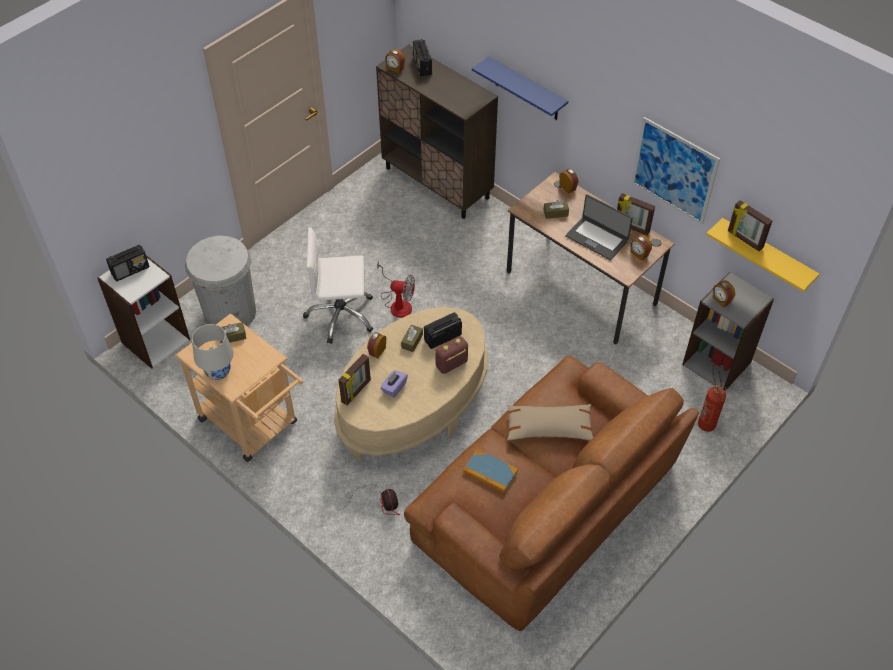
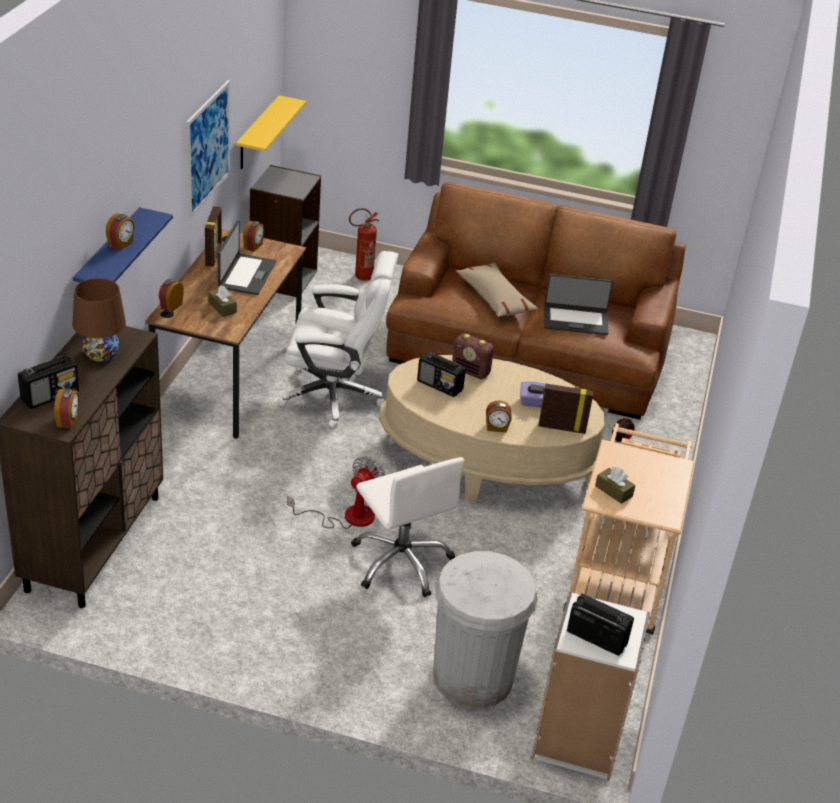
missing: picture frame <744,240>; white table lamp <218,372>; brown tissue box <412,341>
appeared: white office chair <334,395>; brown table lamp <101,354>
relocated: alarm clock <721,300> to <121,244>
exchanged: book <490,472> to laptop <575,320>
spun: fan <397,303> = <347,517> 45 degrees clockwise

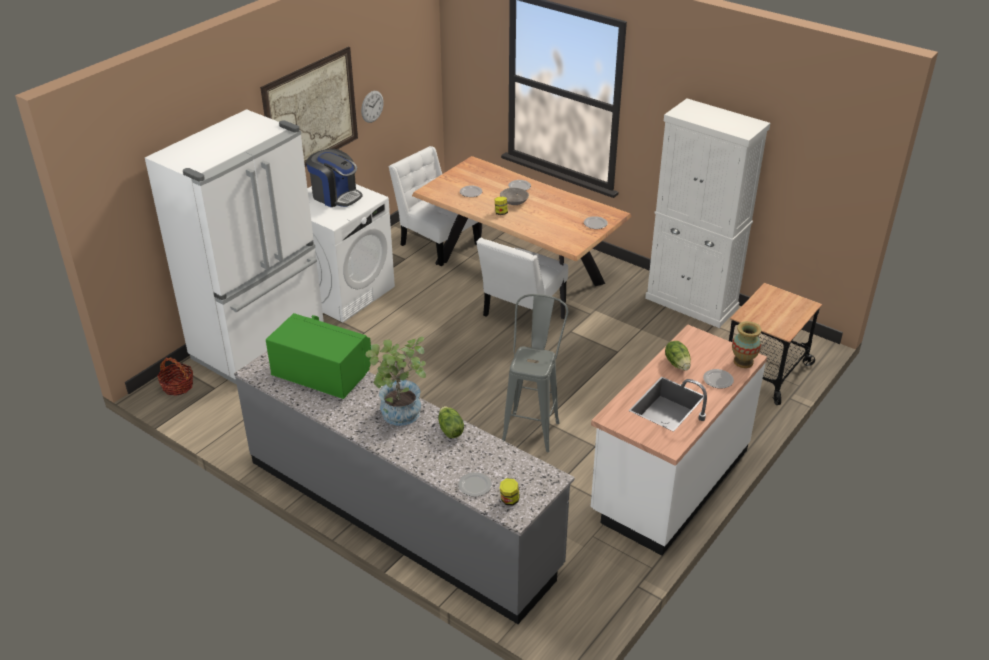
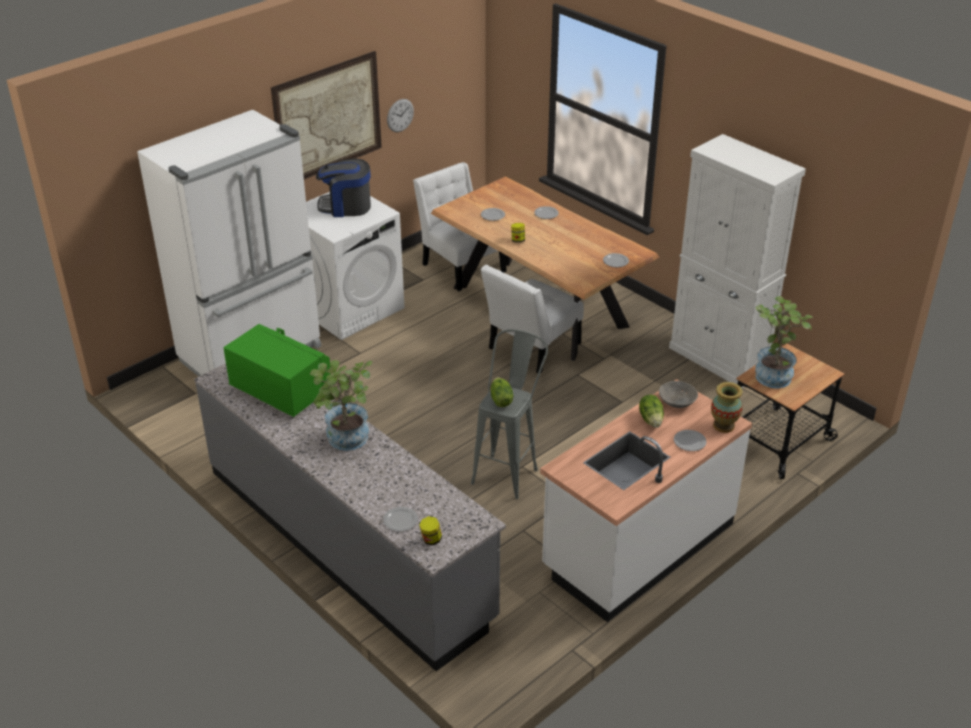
missing: basket <177,386>
appeared: potted plant <773,373>
relocated: grey bowl <514,202> to <677,402>; lettuce <450,430> to <500,400>
spun: coffee machine <336,196> = <346,207> 135 degrees clockwise

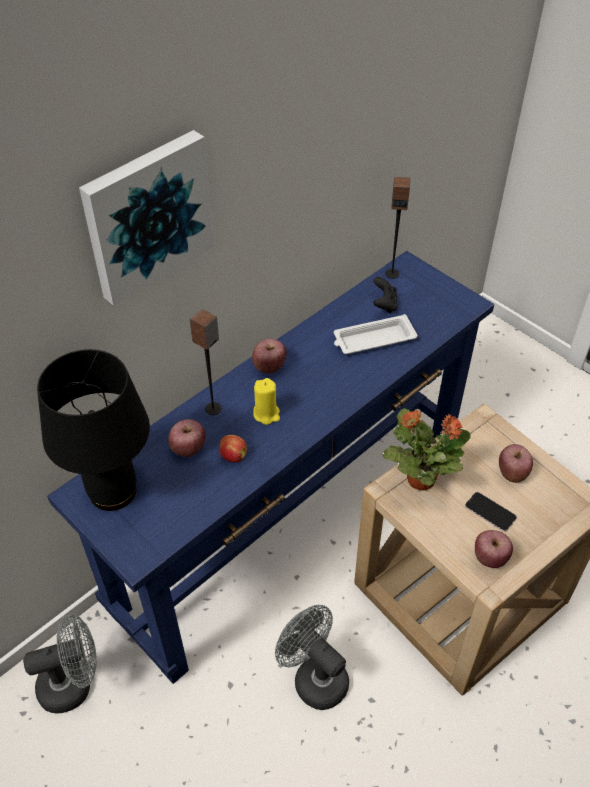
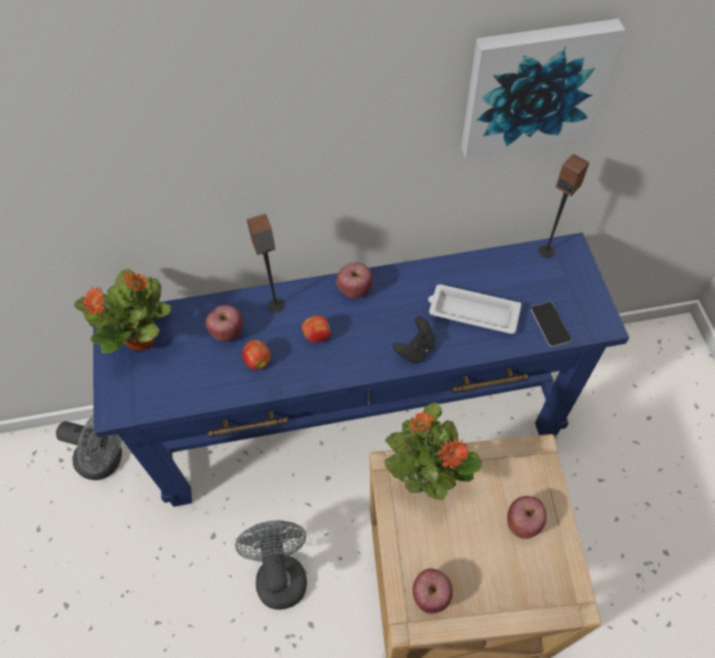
relocated: picture <147,215> to <534,87>; black game controller <384,305> to <415,349>; phone <490,512> to <550,324>
exchanged: black table lamp <114,492> to potted plant <142,338>; yellow candle <266,414> to apple <316,336>

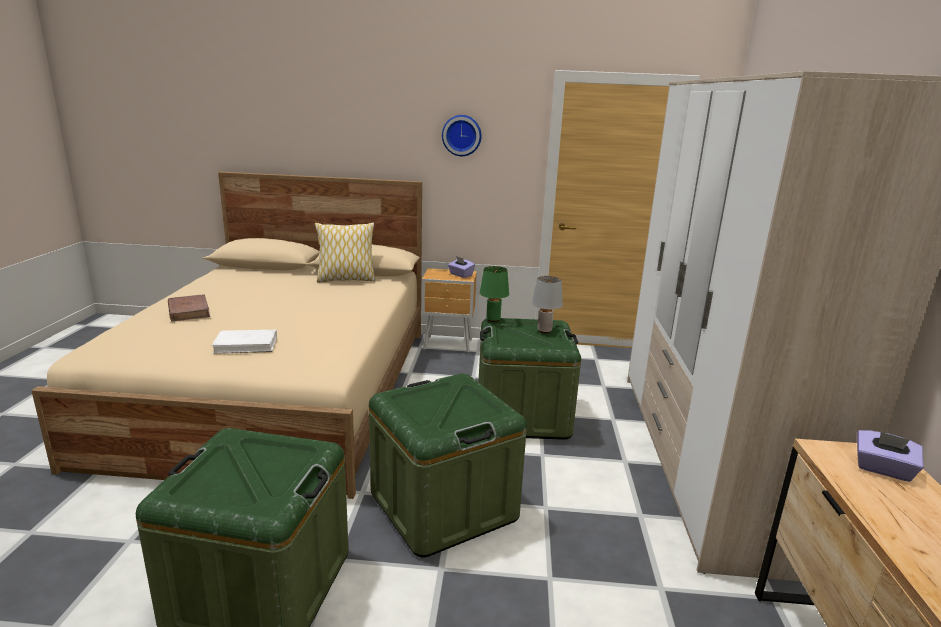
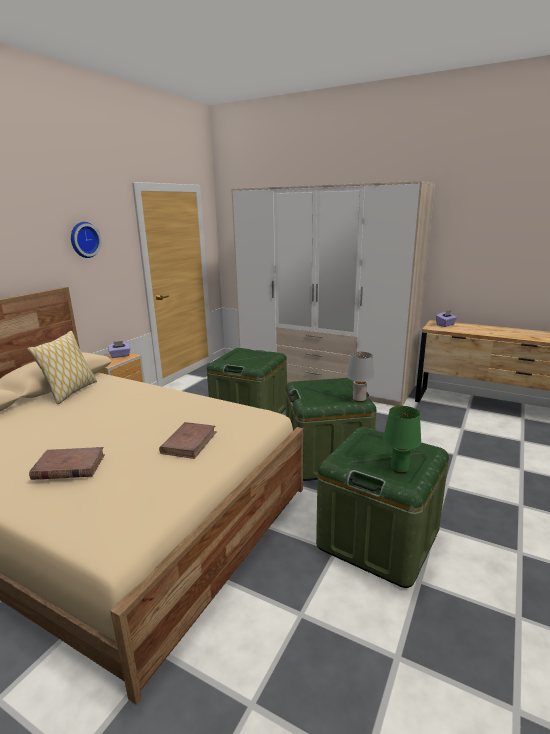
relocated: green table lamp <493,320> to <399,469>; grey table lamp <544,331> to <359,400>
colour: white book <246,345> to brown book <189,442>

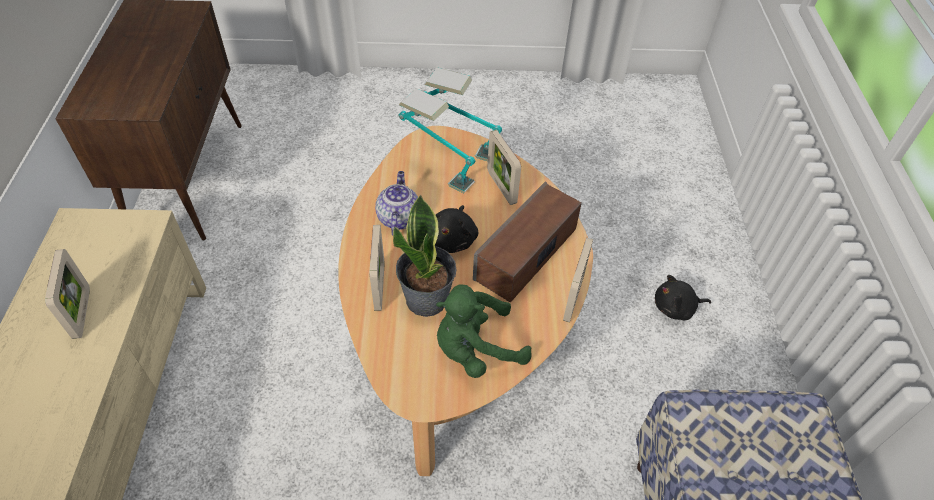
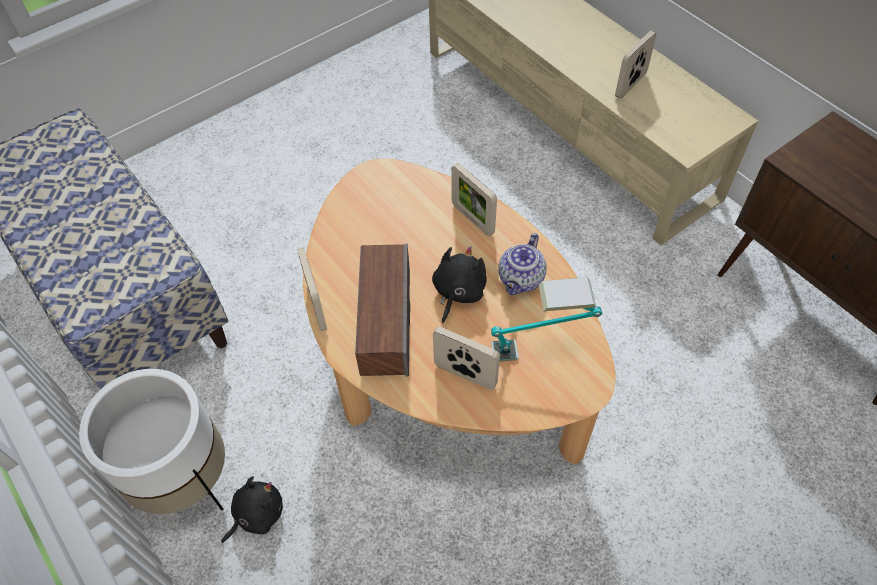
missing: table lamp <459,146>; potted plant <427,299>; green plush toy <476,349>
appeared: white planter <184,479>
spun: teapot <398,218> = <521,280> 60 degrees clockwise; black plush toy <452,239> = <458,292> 45 degrees clockwise; picture frame <82,313> = <630,85> 90 degrees clockwise

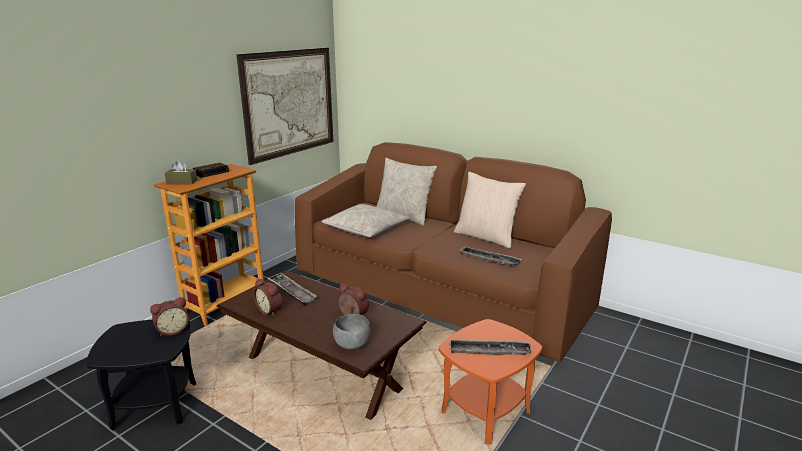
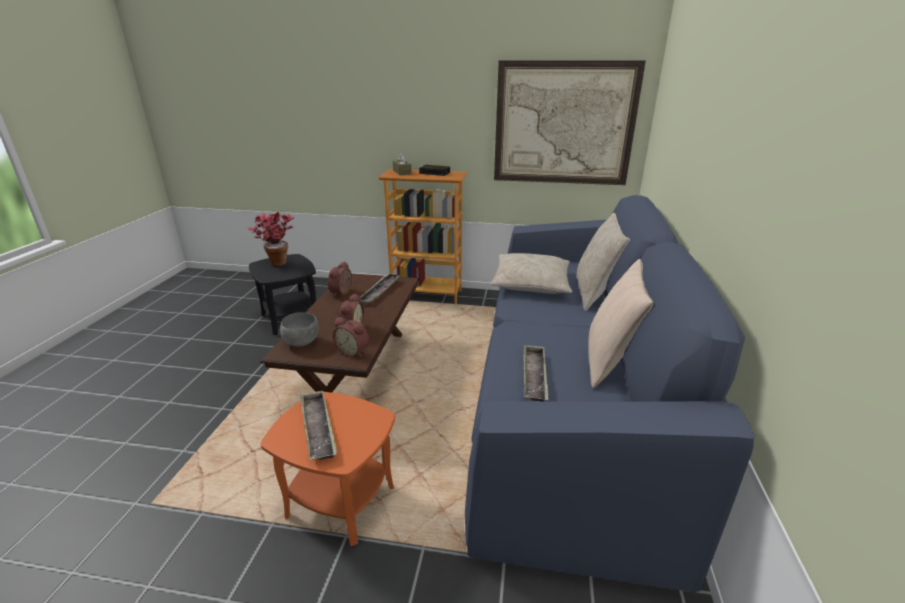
appeared: potted plant <277,262>
relocated: alarm clock <172,330> to <354,351>
colour: brown sofa <438,290> to blue sofa <567,398>

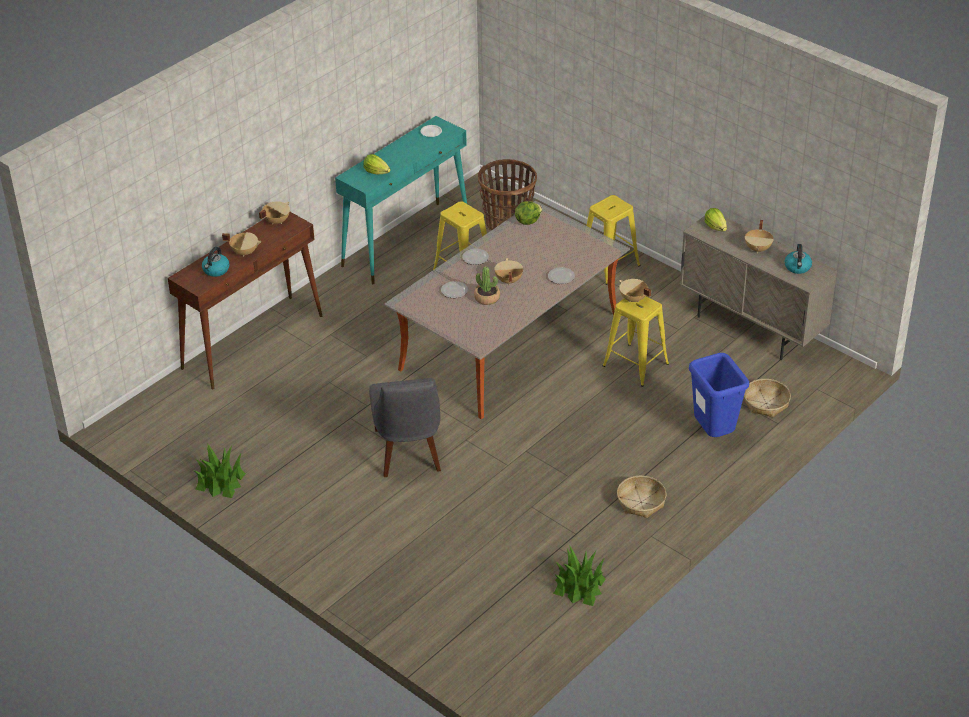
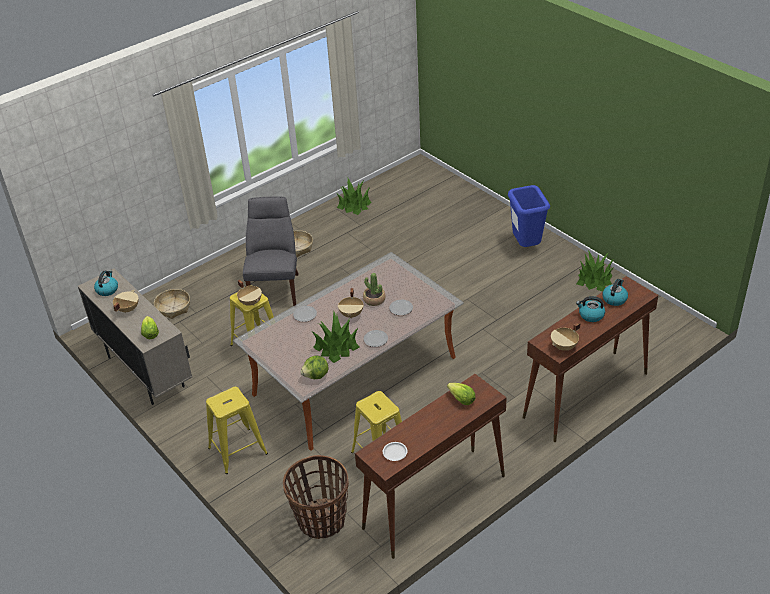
appeared: potted plant <336,346>
relocated: blue trash can <713,434> to <526,246>; grey chair <408,453> to <276,289>
exchanged: beige cooking pot <244,252> to kettle <591,315>
colour: turquoise console table <406,242> to brown console table <434,502>

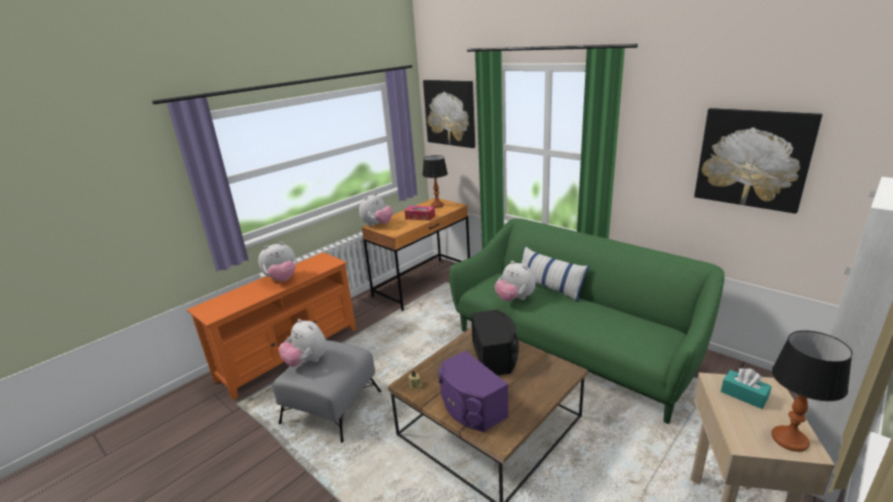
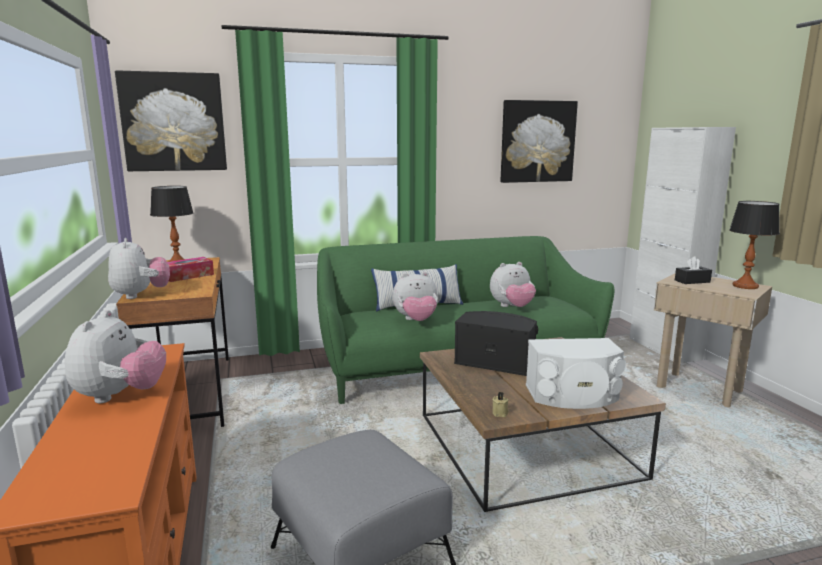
relocated: plush toy <307,361> to <512,307>
colour: purple speaker <470,407> to white speaker <573,395>; turquoise tissue box <744,395> to black tissue box <692,281>

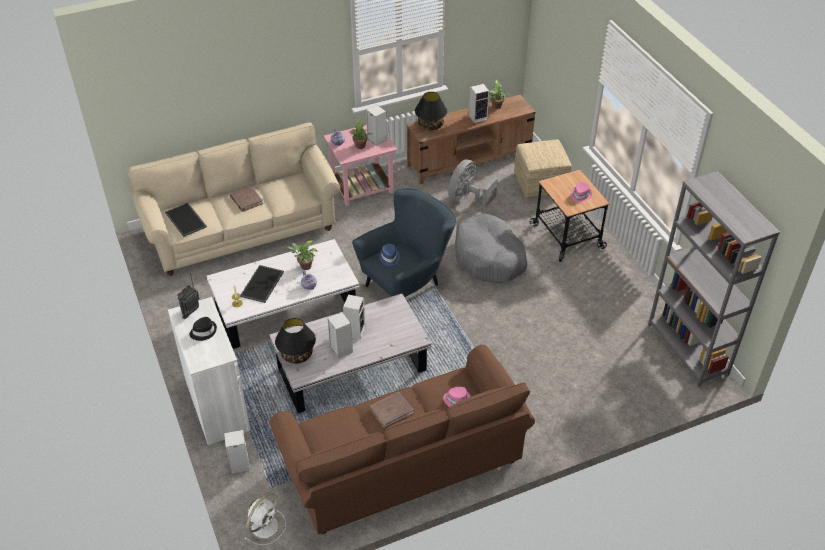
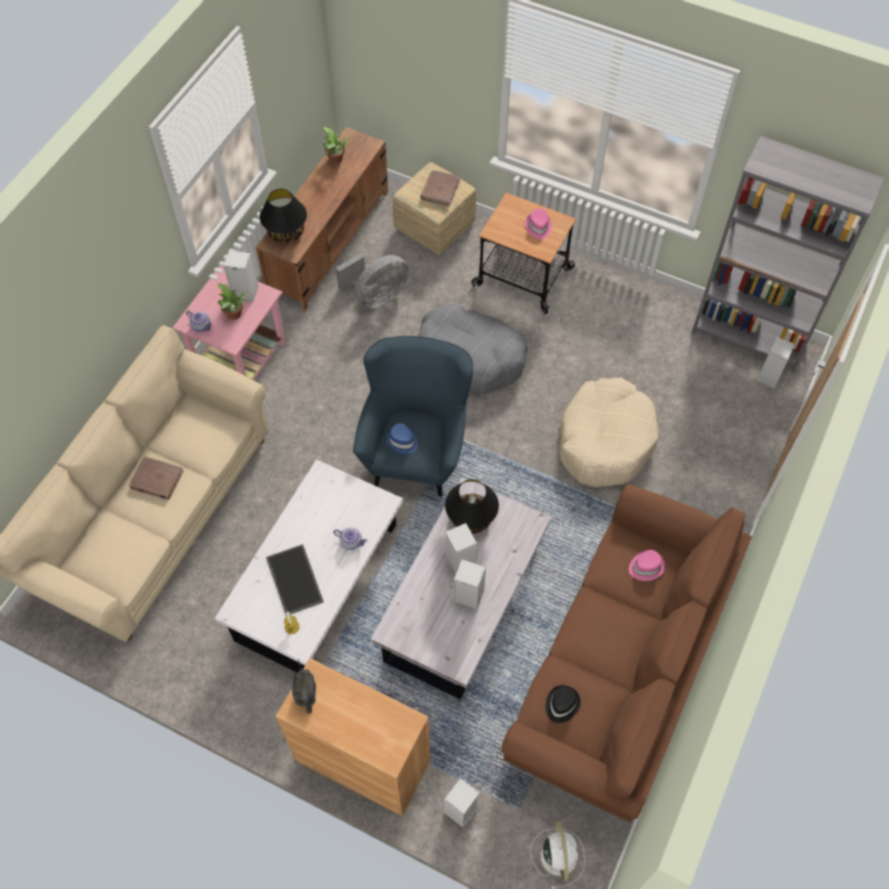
missing: tray <186,220>; potted plant <304,267>
appeared: beige dog bed <605,440>
relocated: speaker <478,117> to <769,376>; black hat <203,331> to <561,704>; black table lamp <297,354> to <471,517>; brown book <391,410> to <440,190>
colour: white cabinet <217,405> to brown cabinet <362,760>
spun: grey fan <467,199> = <376,296> 120 degrees counterclockwise

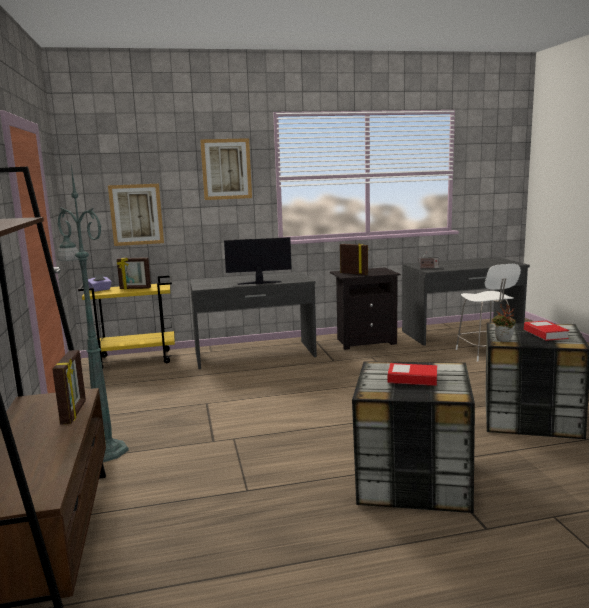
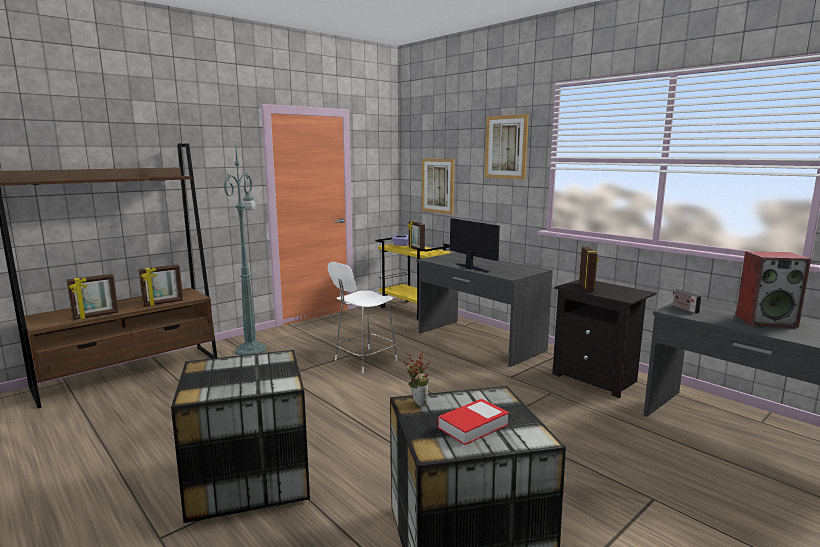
missing: book <412,379>
appeared: speaker <766,321>; picture frame <96,316>
relocated: white chair <485,353> to <364,361>

